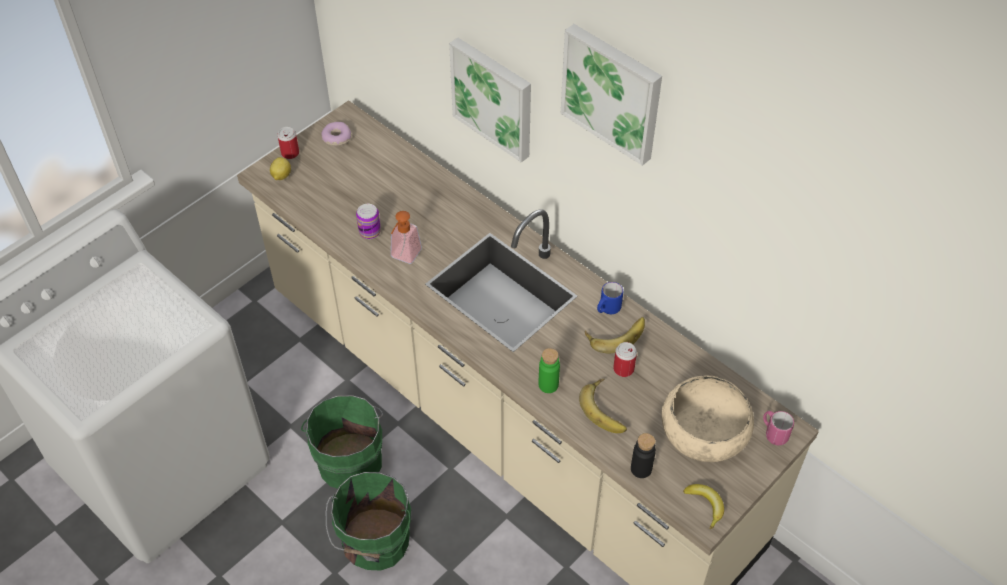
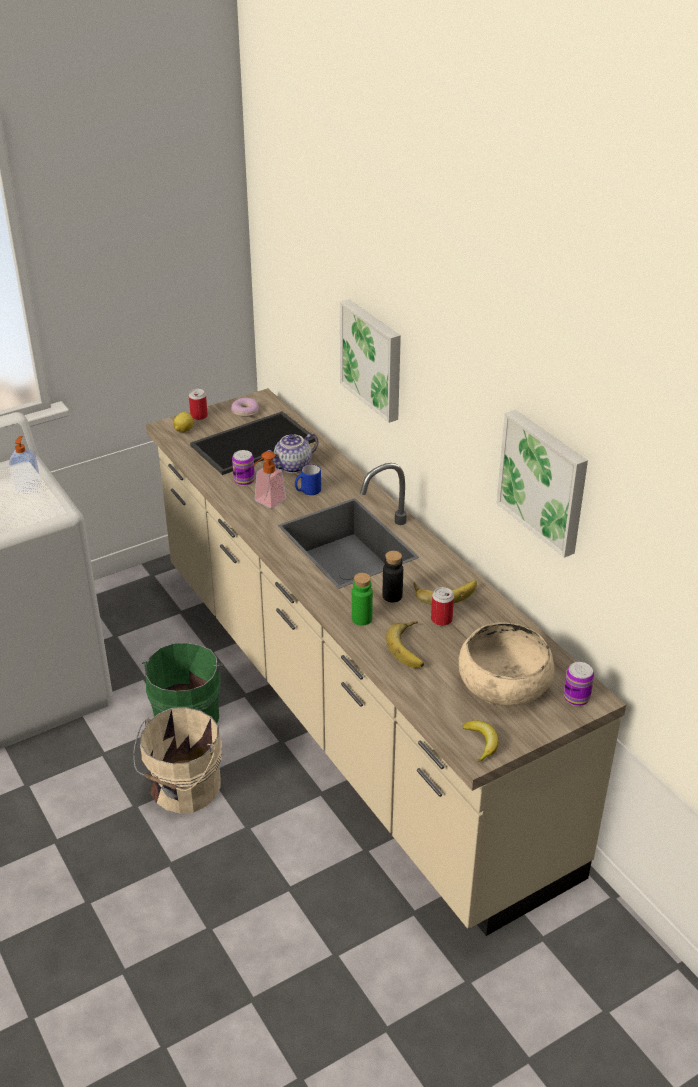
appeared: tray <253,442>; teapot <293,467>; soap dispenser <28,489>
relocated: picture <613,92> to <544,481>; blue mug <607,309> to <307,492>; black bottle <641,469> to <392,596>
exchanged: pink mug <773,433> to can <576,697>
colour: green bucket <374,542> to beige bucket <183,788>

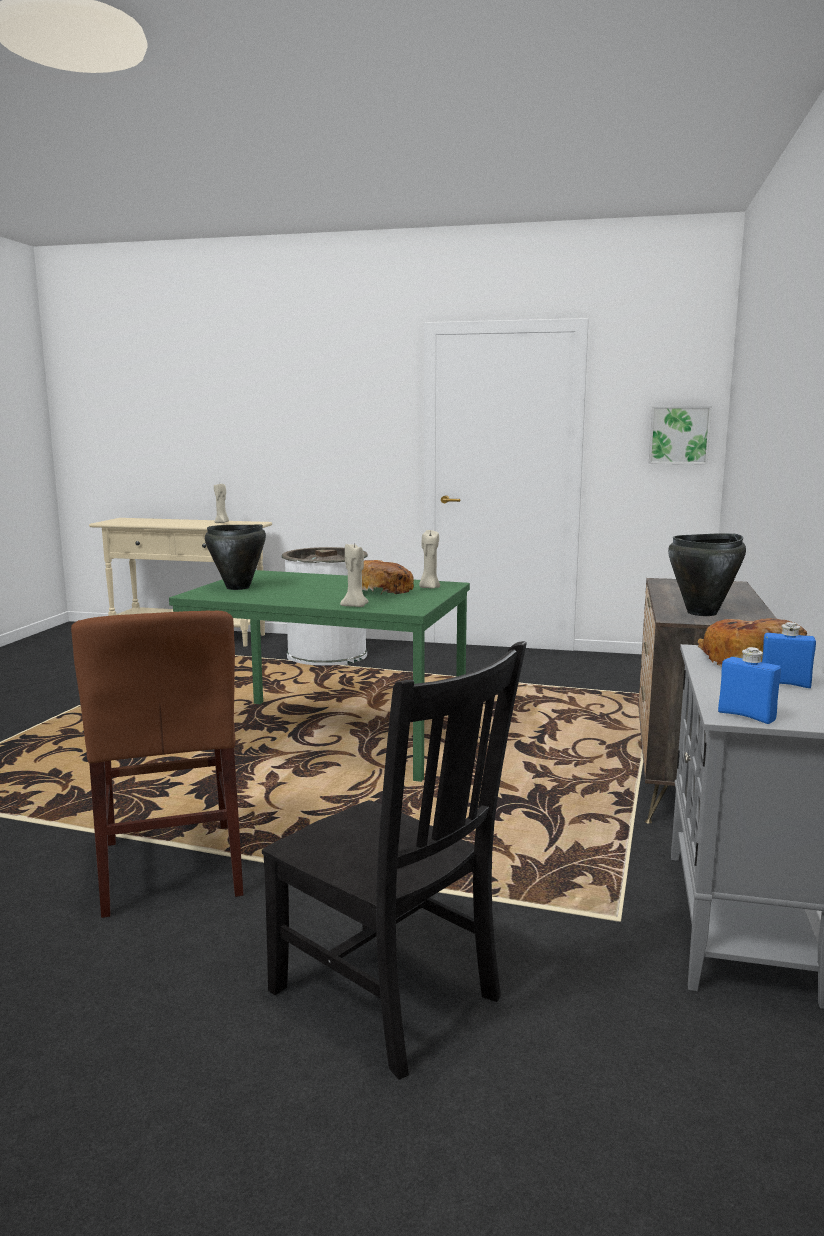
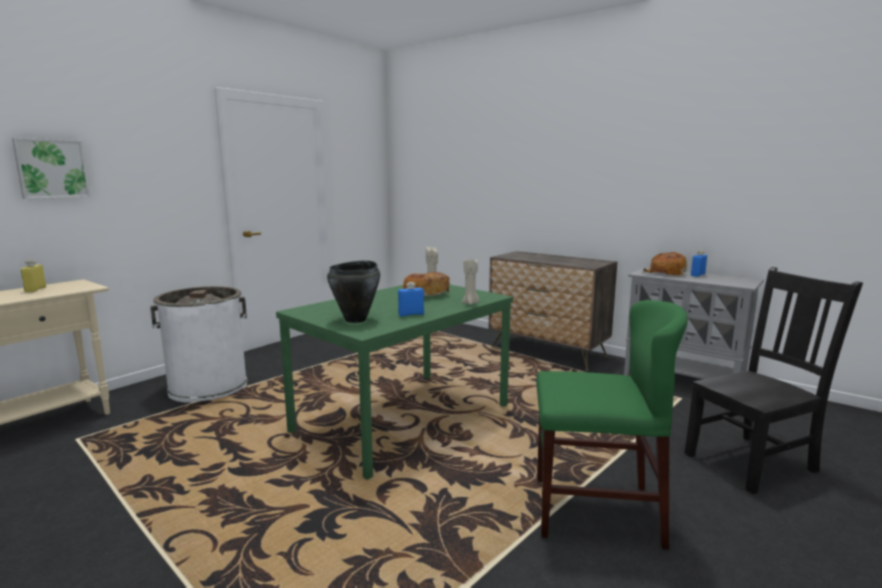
missing: black cooking pot <702,613>
relocated: picture <679,435> to <51,169>; blue bottle <746,716> to <411,314>
exchanged: beige candle <222,522> to yellow bottle <35,290>
colour: brown chair <171,867> to green chair <595,511>

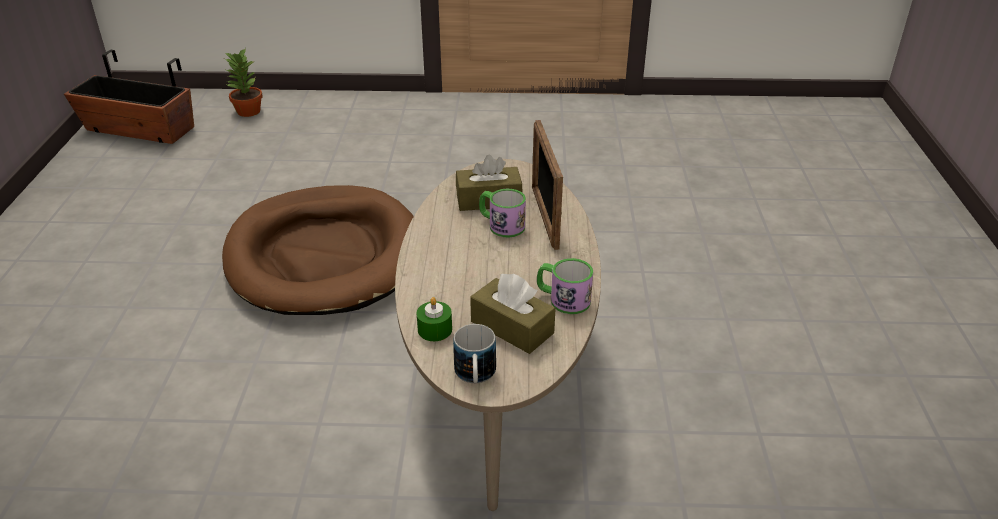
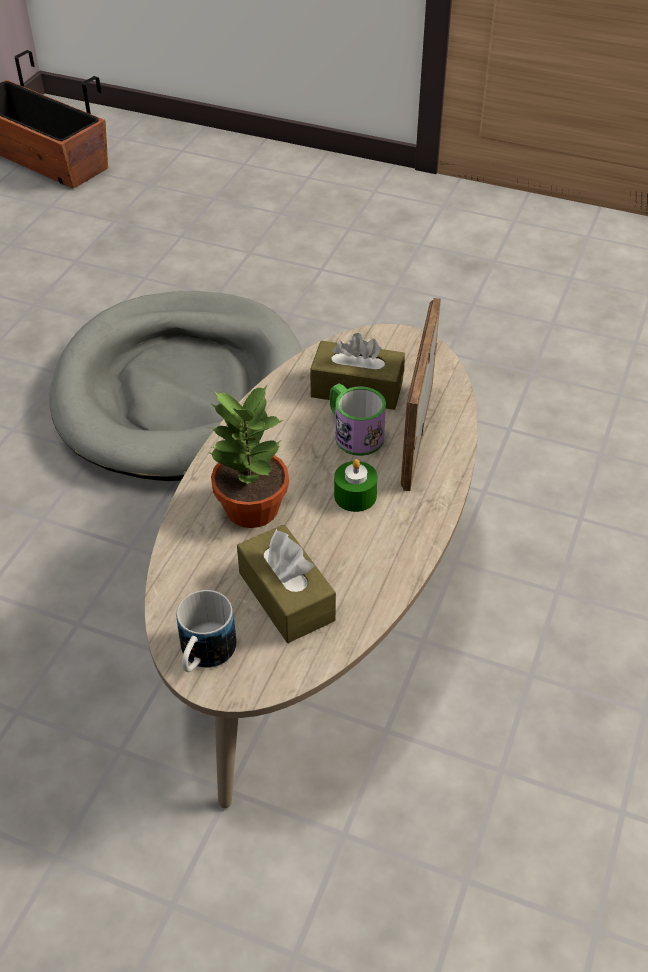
missing: mug <563,299>
relocated: potted plant <248,111> to <250,508>; green candle <435,329> to <355,496>
colour: brown dog bed <325,256> to grey dog bed <182,391>

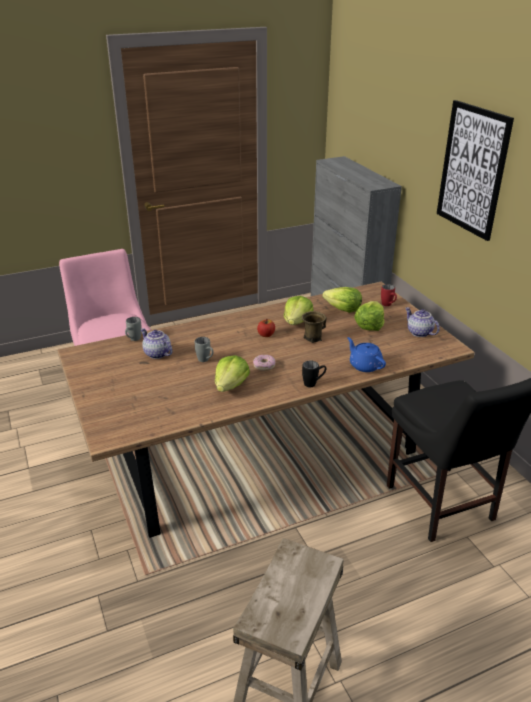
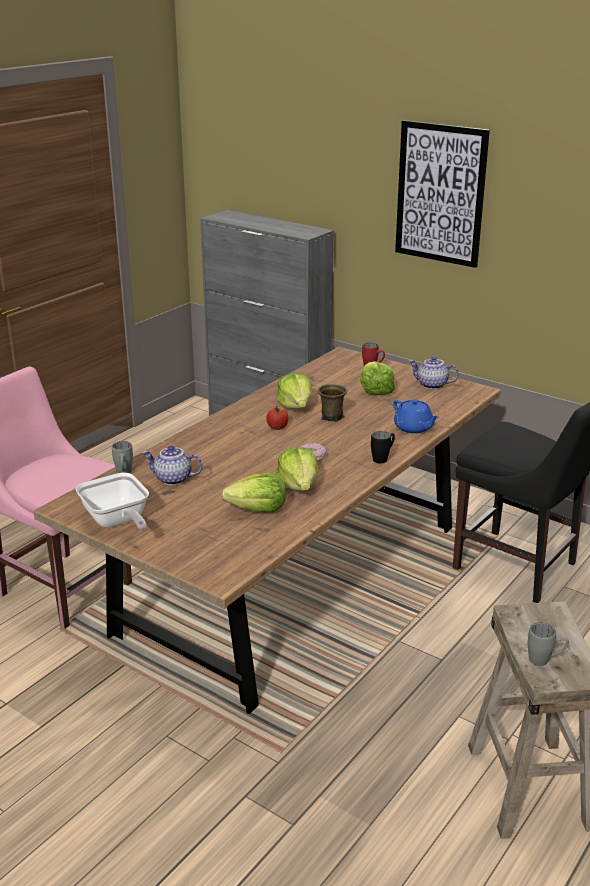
appeared: frying pan <117,522>
relocated: lettuce <343,309> to <258,509>; grey mug <206,360> to <545,661>
spun: blue teapot <364,365> = <414,428> 150 degrees counterclockwise

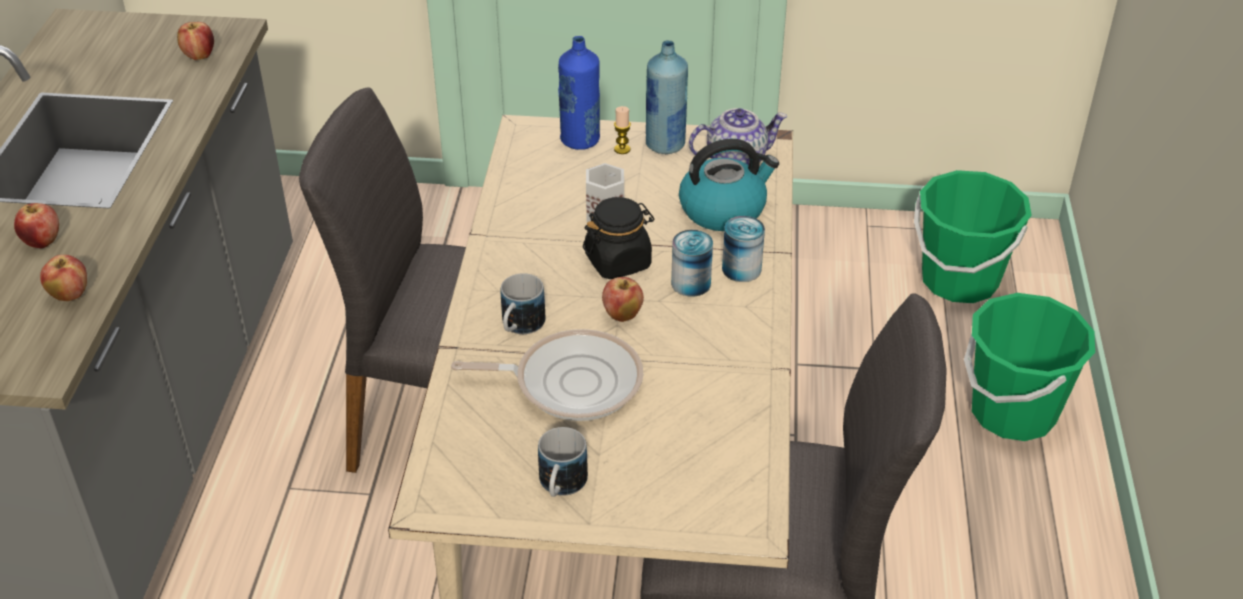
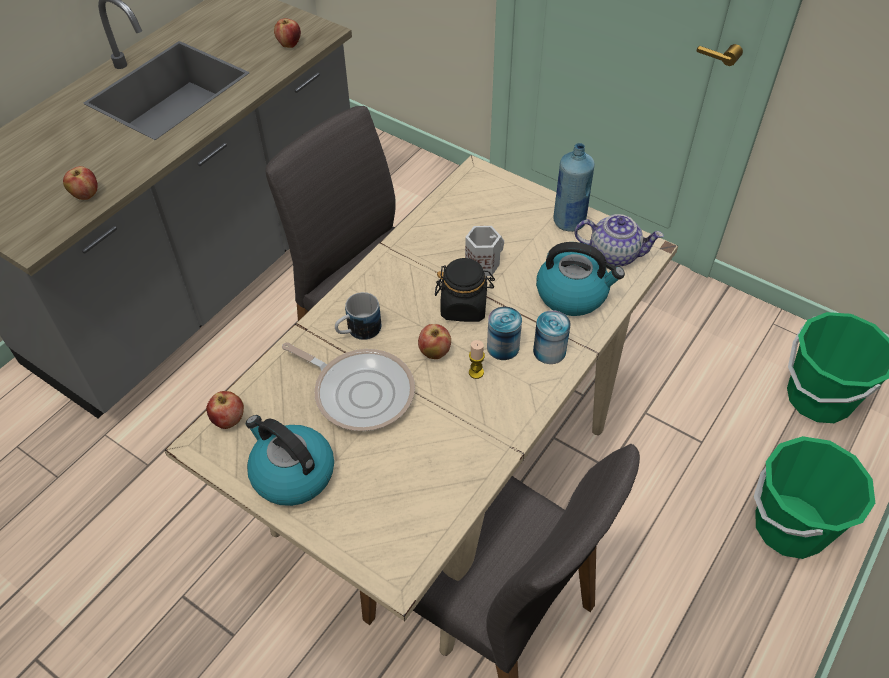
missing: blue bottle <580,140>
relocated: candle <622,149> to <476,372>; apple <42,242> to <229,420>
exchanged: mug <560,487> to kettle <291,473>

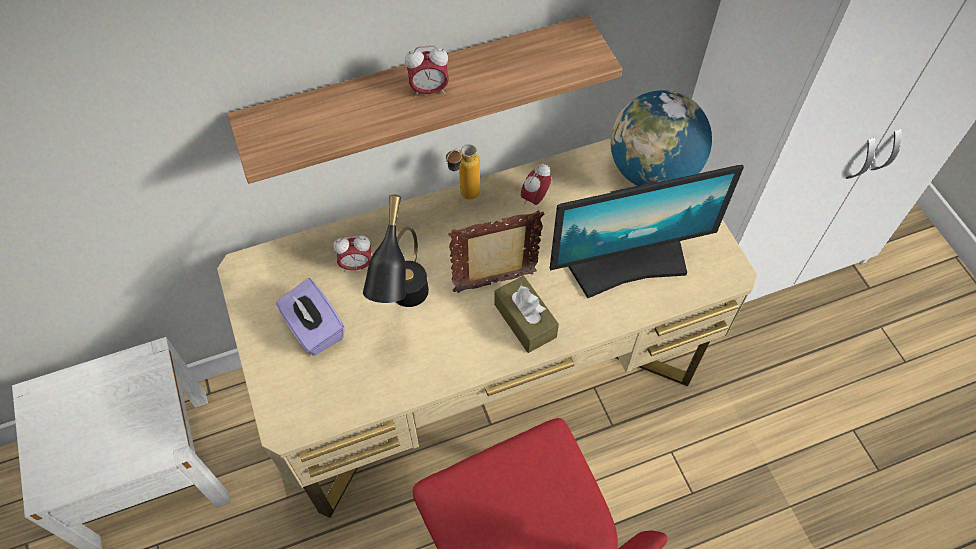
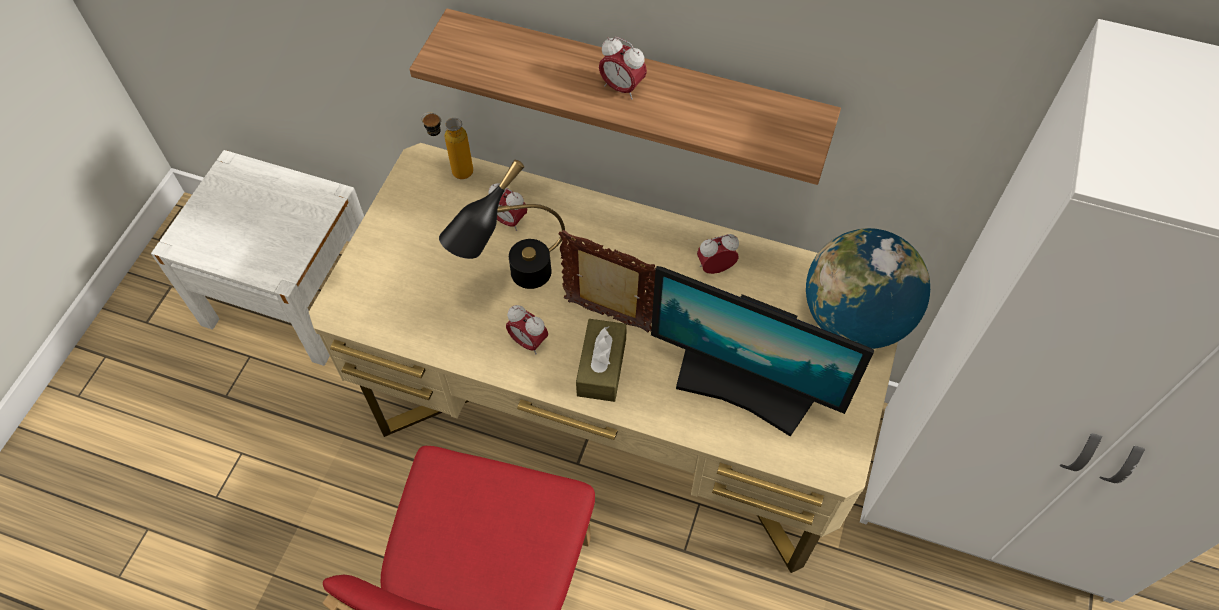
missing: purple tissue box <314,329>
appeared: alarm clock <528,342>
relocated: bottle <463,196> to <453,172>

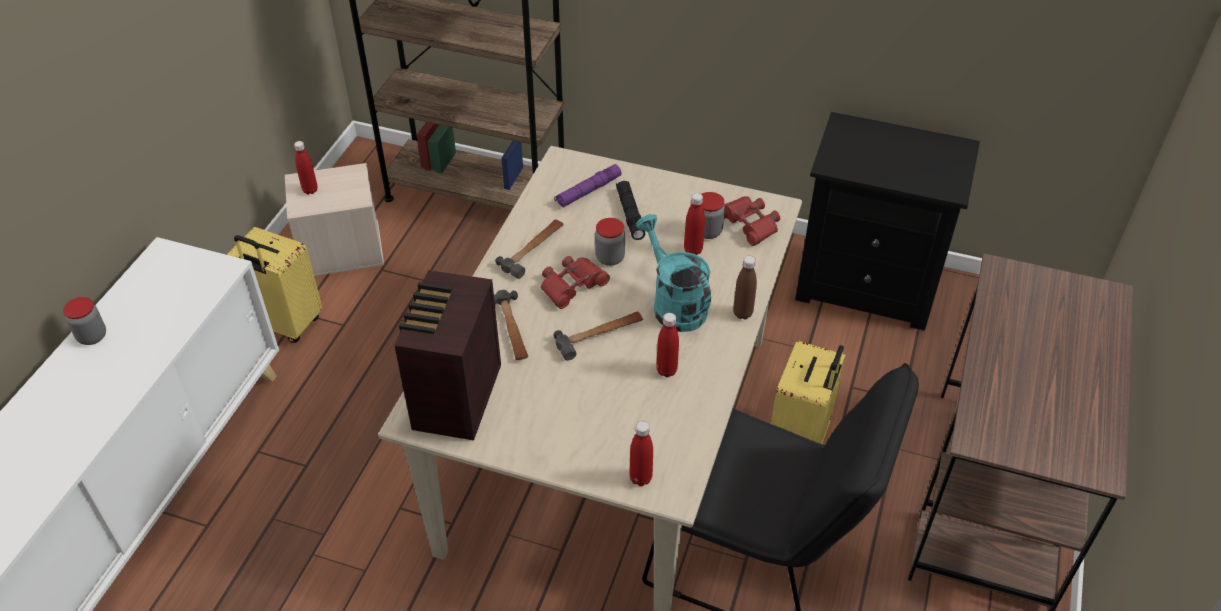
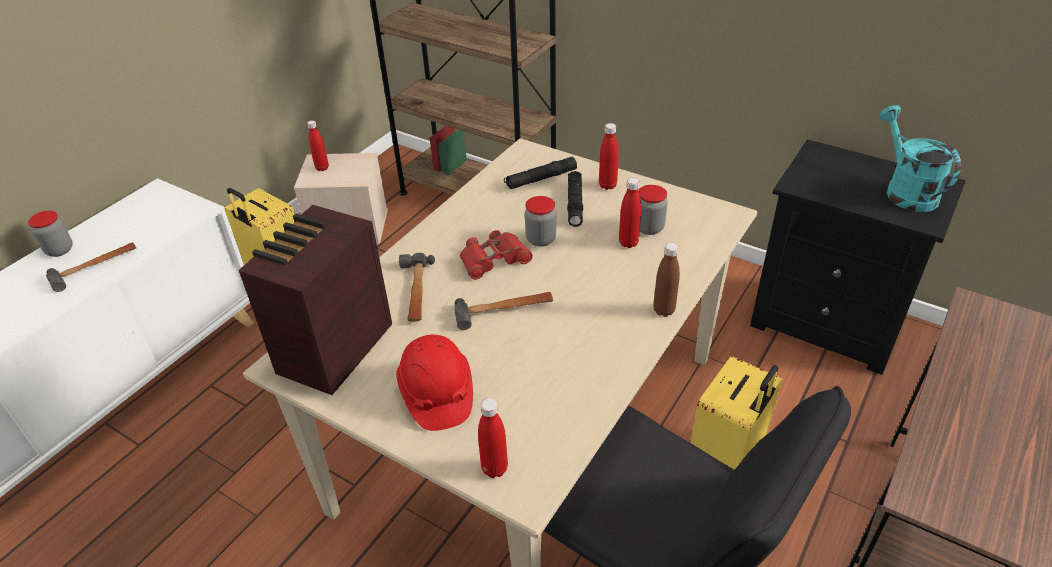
missing: red binoculars <749,224>
appeared: red hard hat <436,394>
relocated: turquoise watering can <673,304> to <905,190>; hammer <533,250> to <95,267>; red bottle <666,370> to <607,185>
colour: purple flashlight <588,191> to black flashlight <540,179>

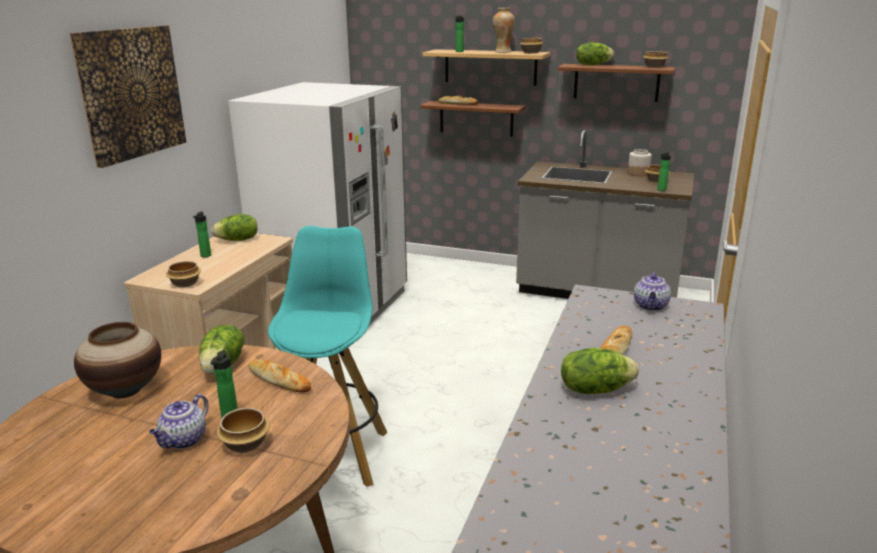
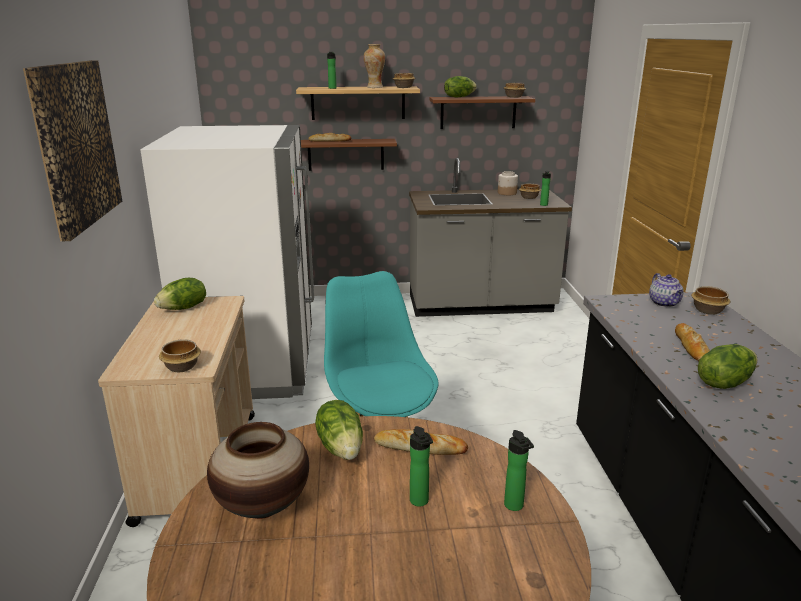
missing: teapot <183,440>
relocated: bottle <205,256> to <515,507>; bowl <246,443> to <707,310>

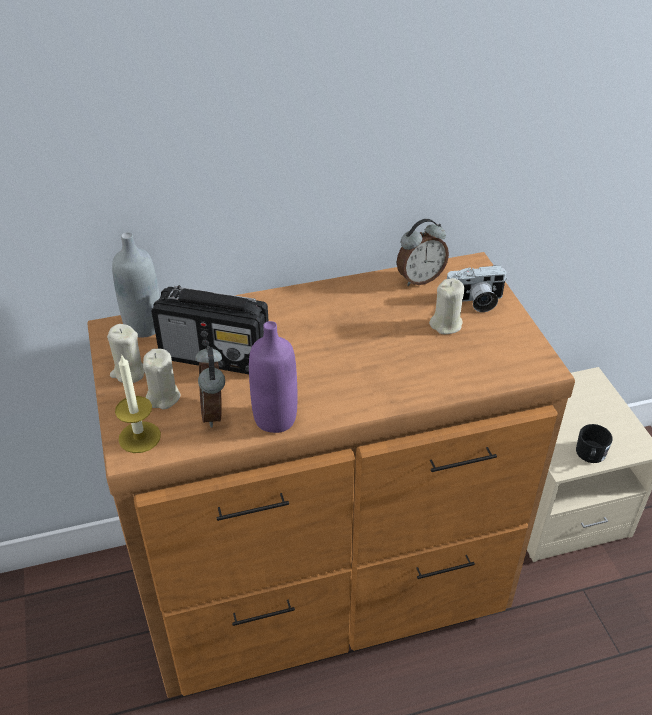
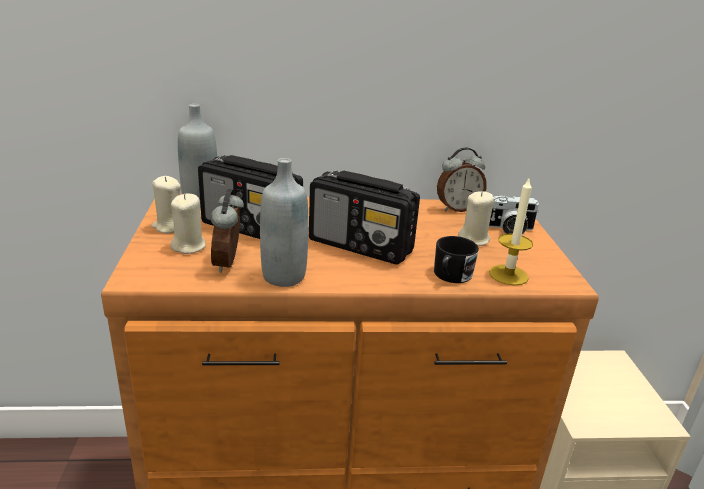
appeared: radio <361,246>
relocated: candle <139,437> to <508,275>; black mug <590,455> to <450,275>
colour: purple bottle <275,418> to grey bottle <284,276>

